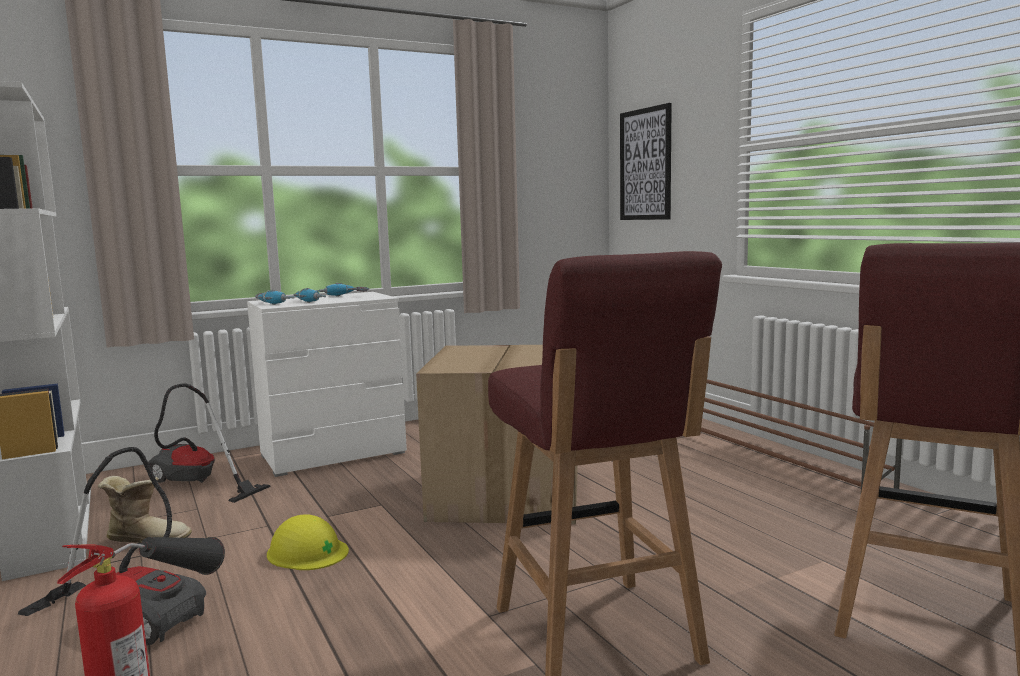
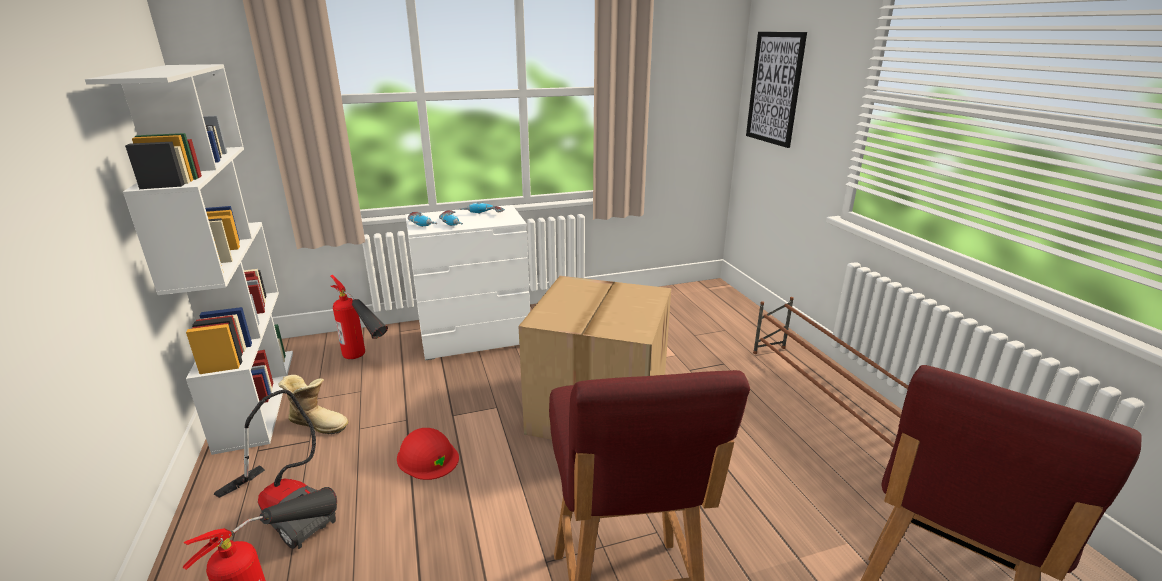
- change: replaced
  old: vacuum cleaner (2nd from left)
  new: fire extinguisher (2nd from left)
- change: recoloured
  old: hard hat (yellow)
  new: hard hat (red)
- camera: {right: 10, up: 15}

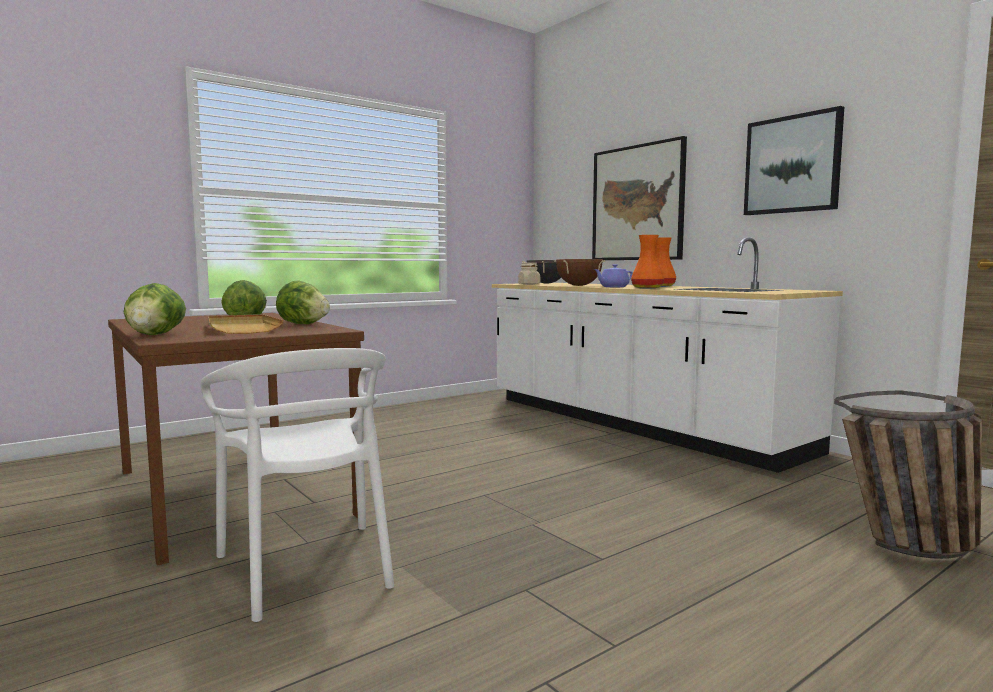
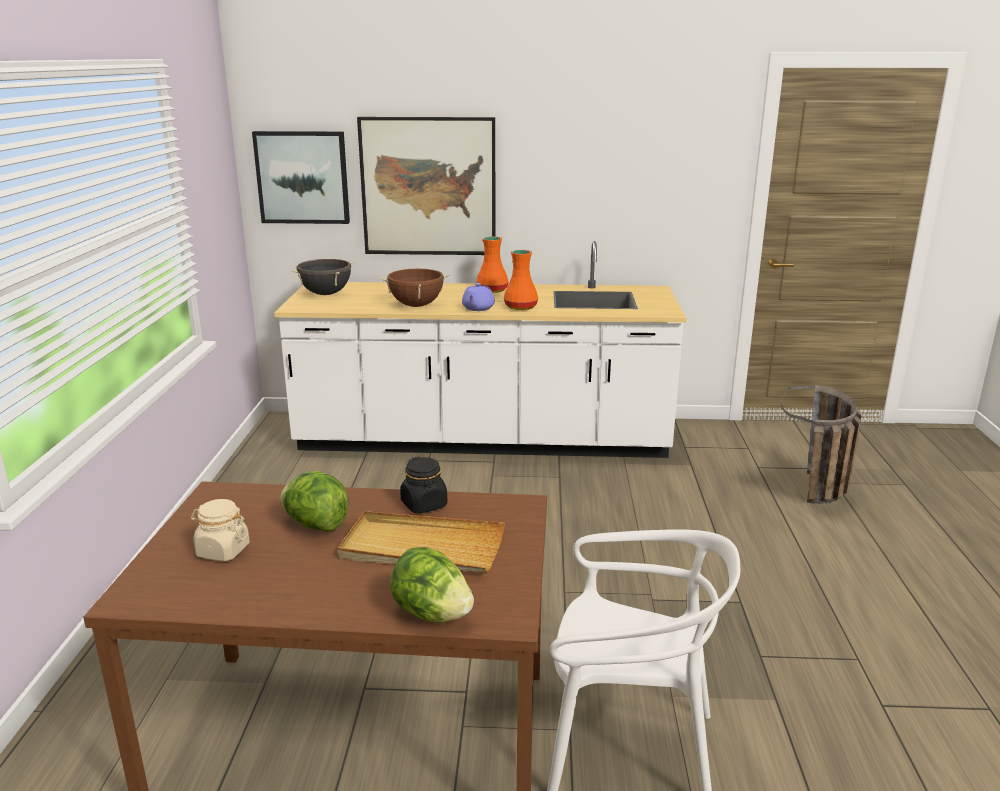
- change: moved
  old: jar (beige)
- change: moved
  old: picture (2nd from left in the first image)
  new: picture (1st from left)
- change: replaced
  old: lettuce (3rd from left)
  new: jar (black)
- camera: {right: -50, up: 15}

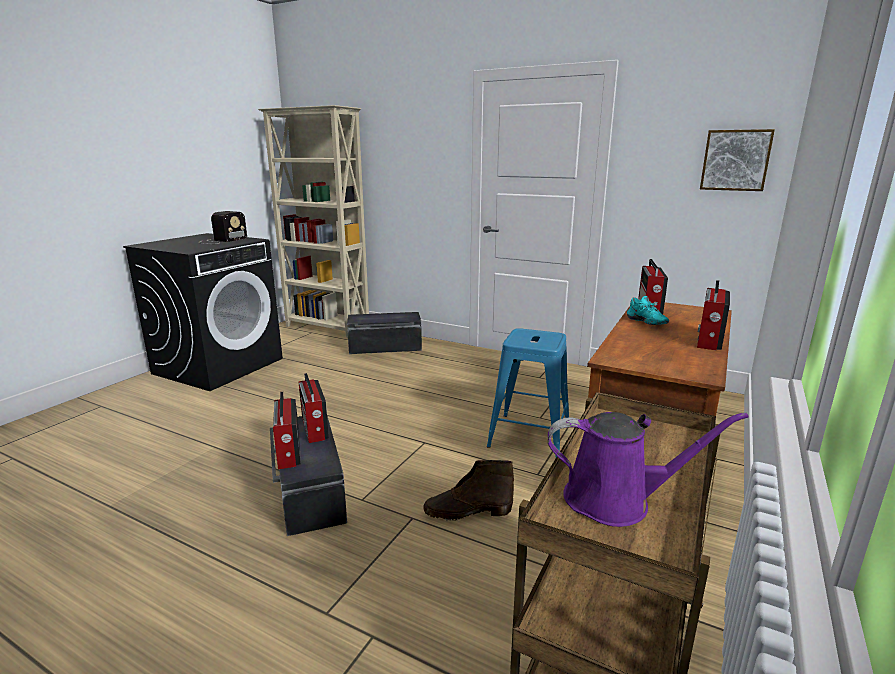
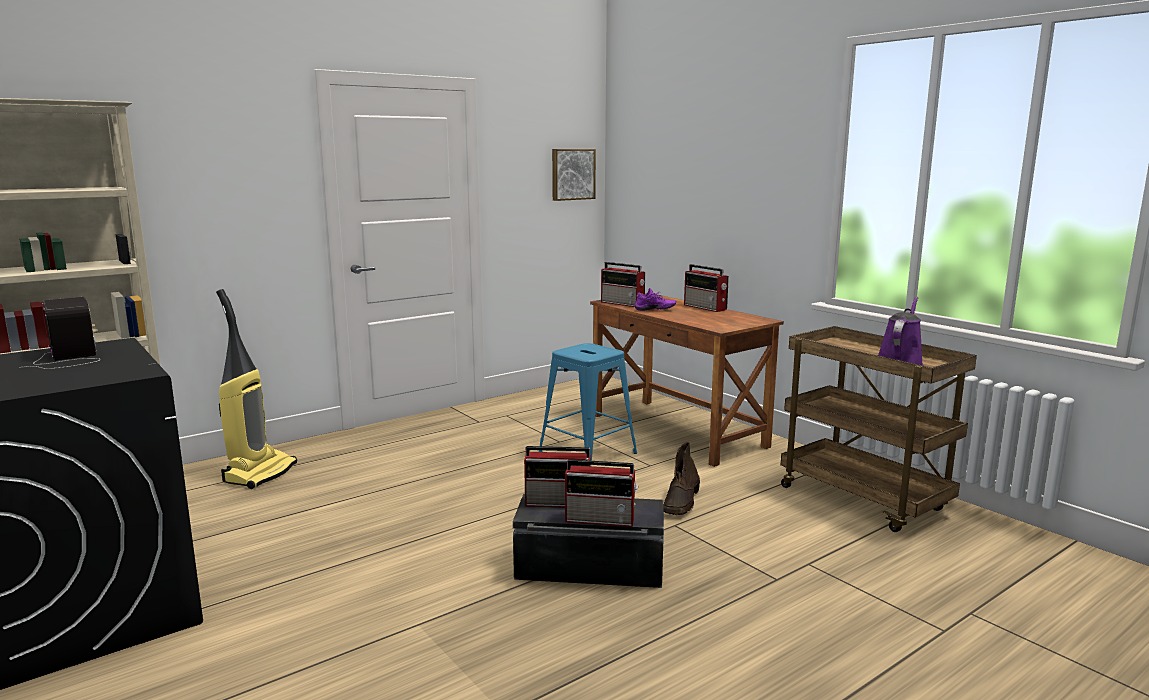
- change: replaced
  old: storage box (black) (2nd from left)
  new: vacuum cleaner
- change: recoloured
  old: shoe (turquoise)
  new: shoe (purple)
- camera: {right: -65, up: -5}

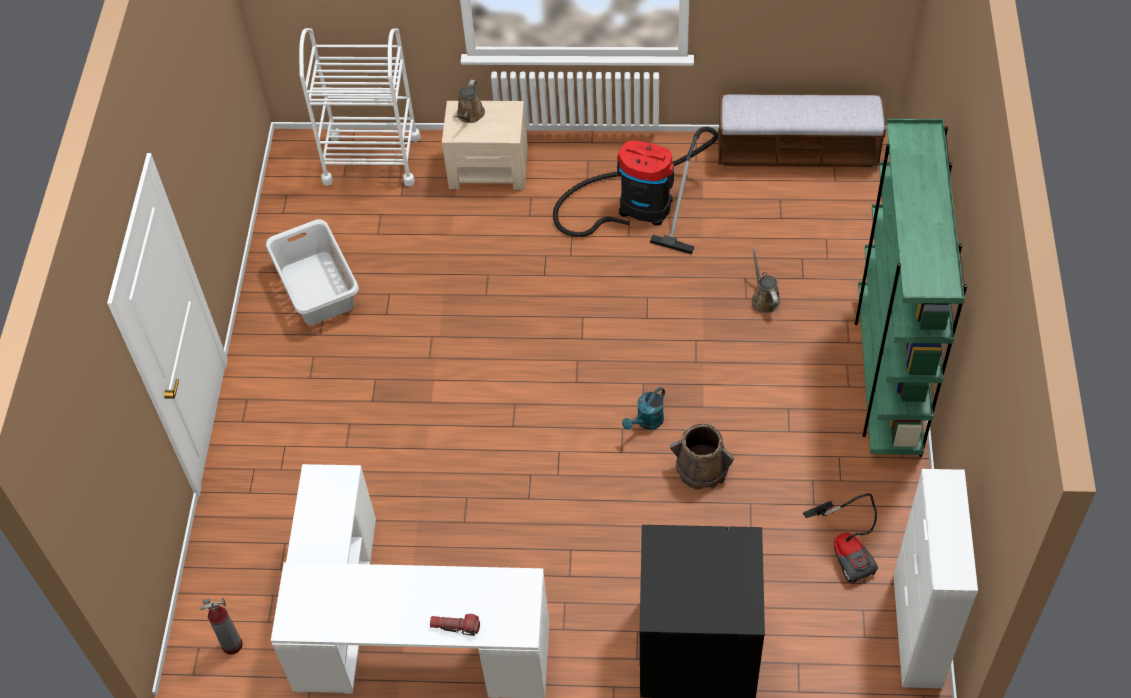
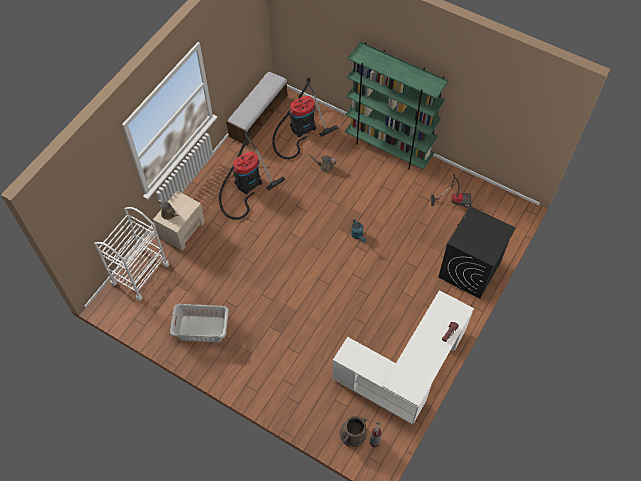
- change: removed
  old: cabinet (white)
- change: added
  new: vacuum cleaner (2nd from left)
- change: moved
  old: bucket (brown)
- camera: {right: -65, up: 5}

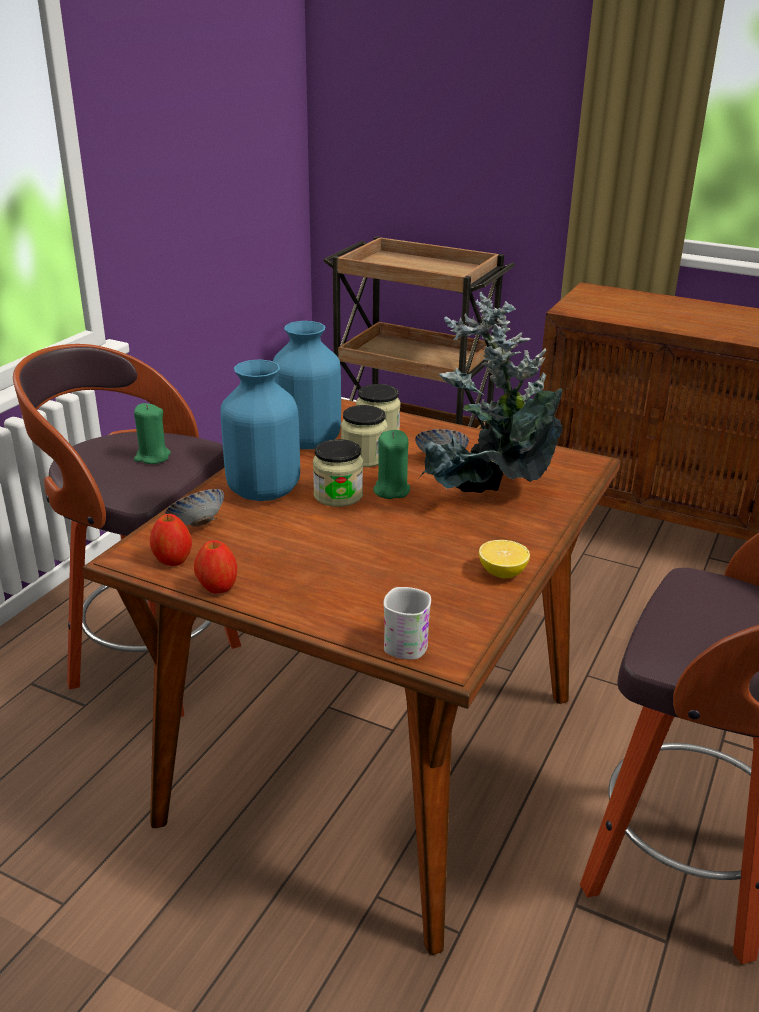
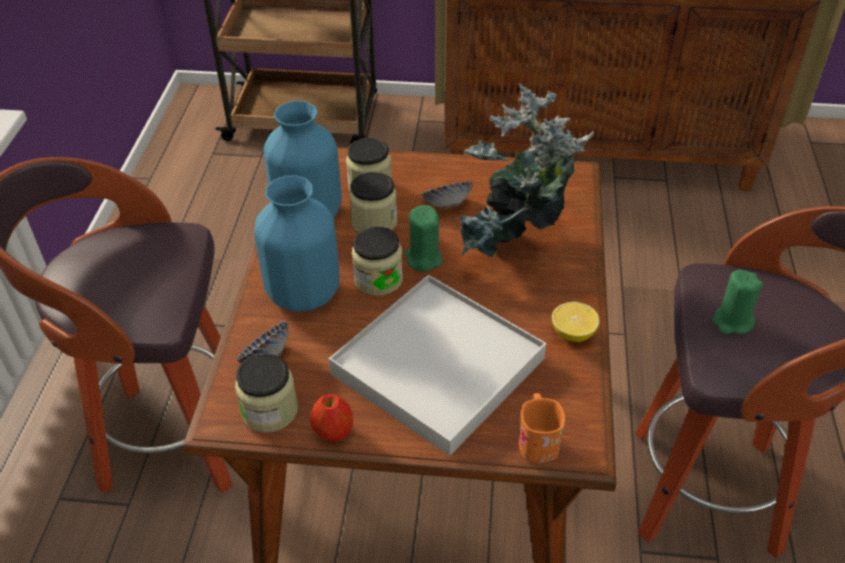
- change: added
  new: tray (white)
- change: moved
  old: candle (green) (1st from left in the first image)
  new: candle (green) (2nd from left)
- change: replaced
  old: apple (1st from left)
  new: jar (1st from left)
- change: recoloured
  old: mug (white)
  new: mug (orange)
- camera: {right: -20, up: 15}

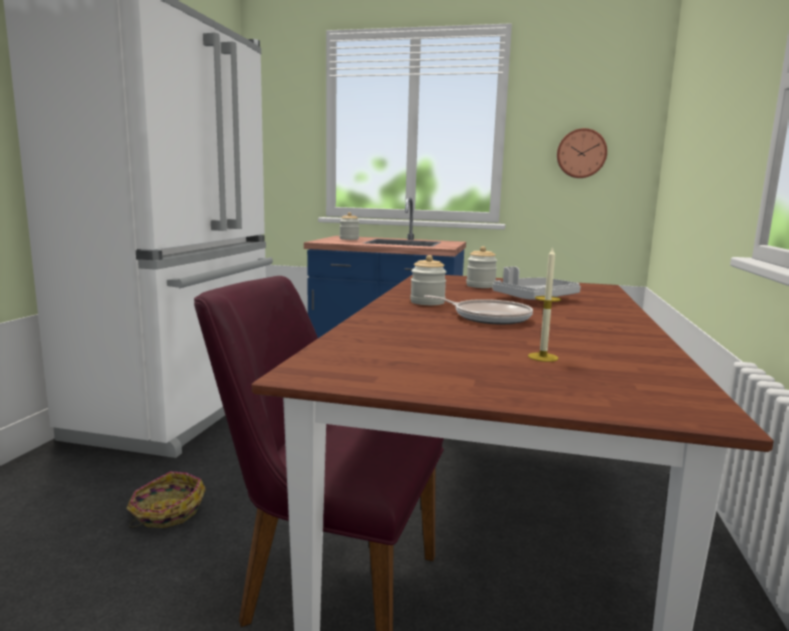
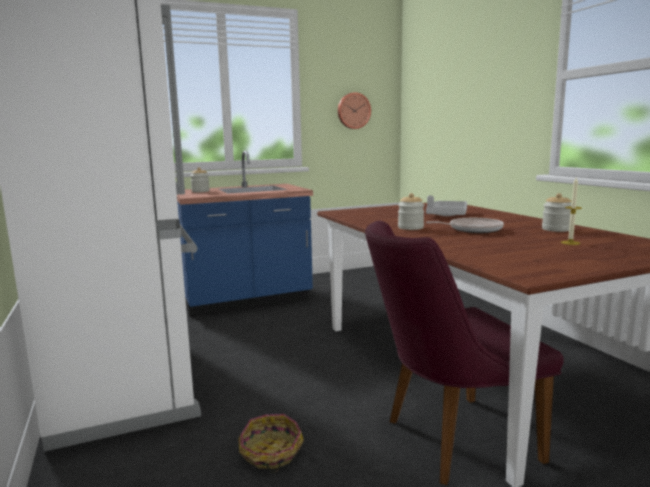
- change: moved
  old: jar (3rd from left)
- camera: {right: -35, up: 0}

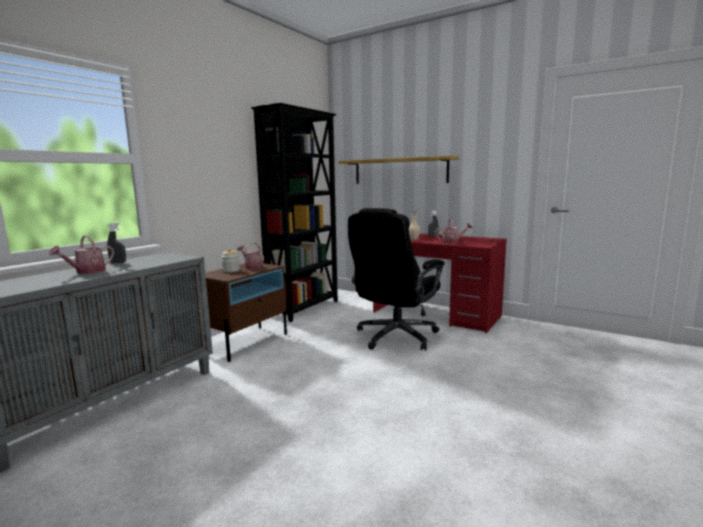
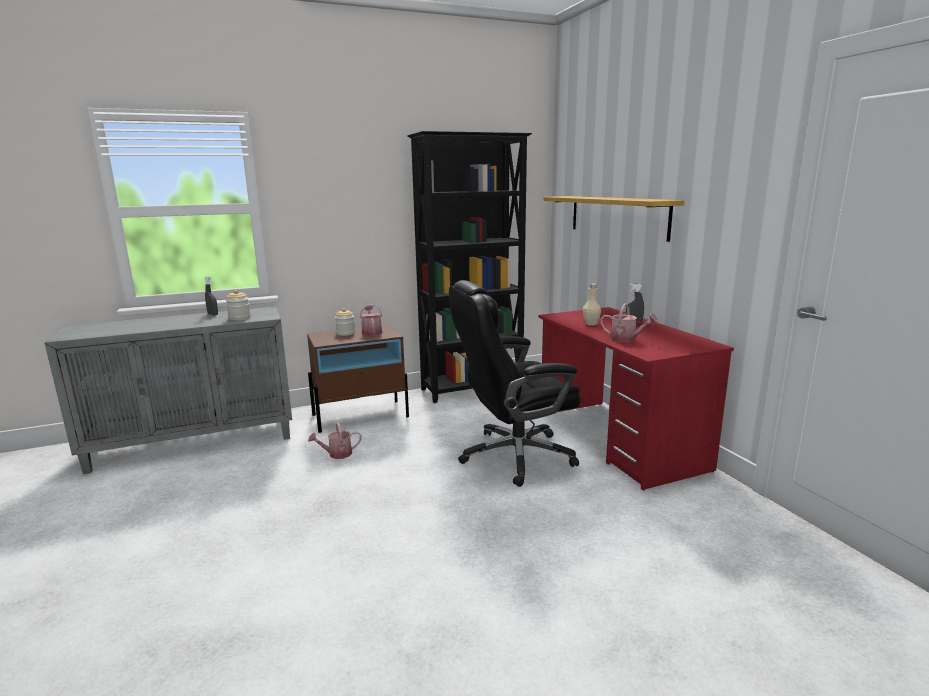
- change: added
  new: jar (1st from left)
- change: moved
  old: watering can (1st from left)
- camera: {right: 35, up: 5}

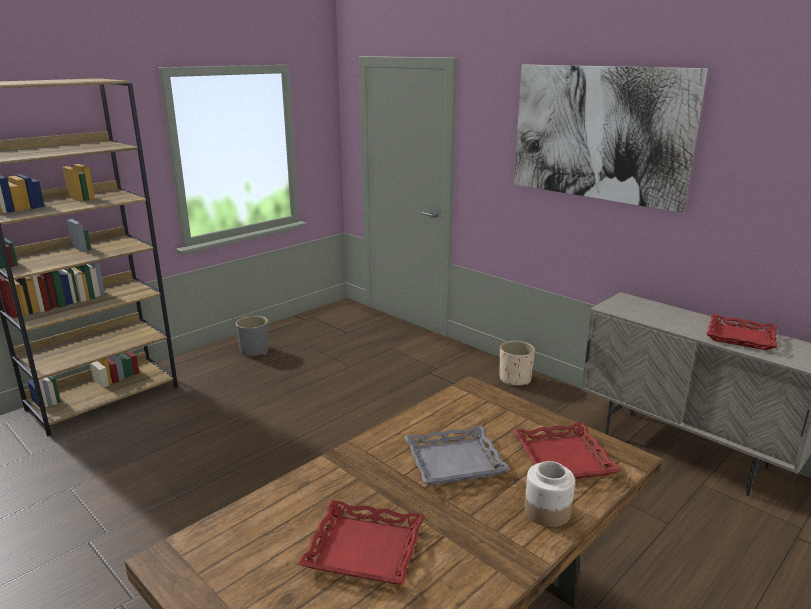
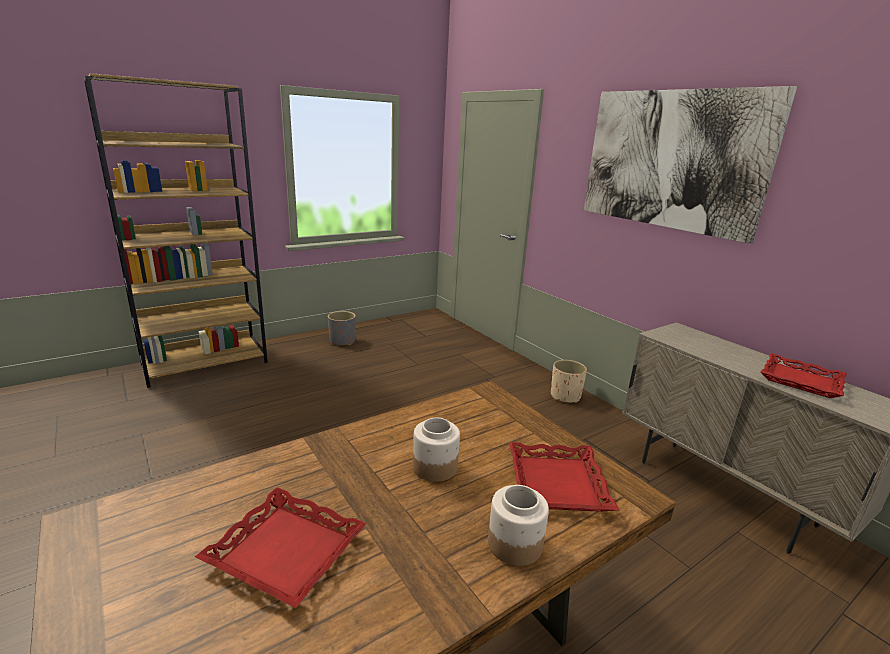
- change: replaced
  old: tray (grey)
  new: jar (1st from left)
- camera: {right: 10, up: 0}

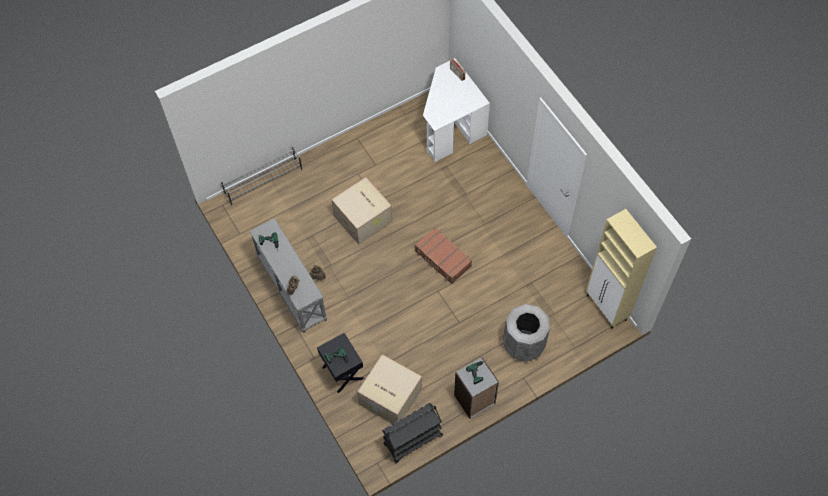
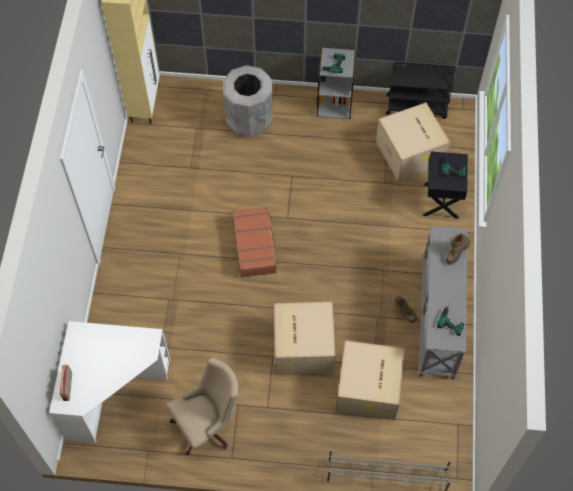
- change: added
  new: office chair (beige)
- change: added
  new: cardboard box (2nd from left)
- camera: {right: -145, up: 0}

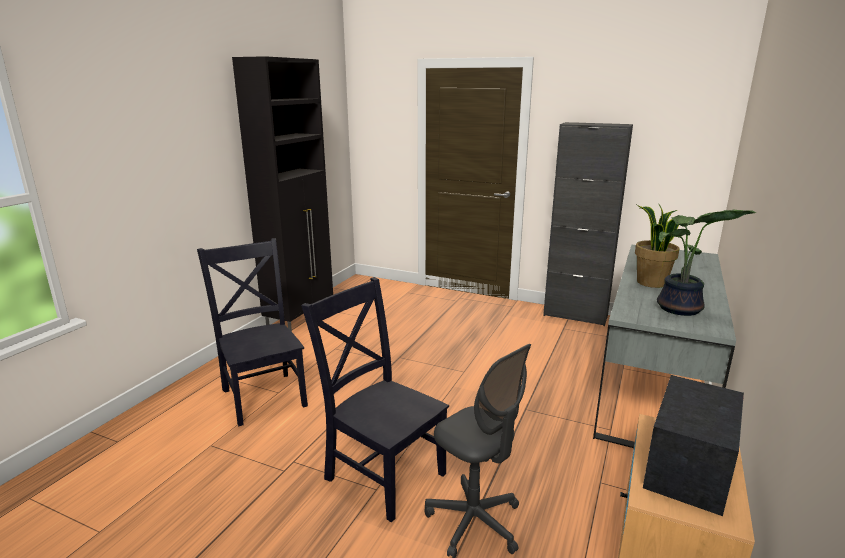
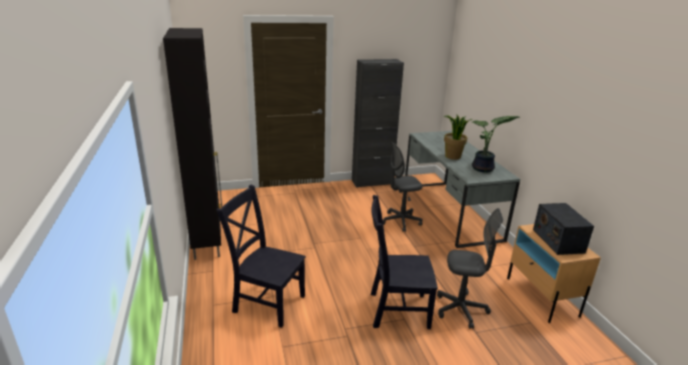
- change: added
  new: office chair (grey) (1st from left)
- camera: {right: -40, up: 5}

